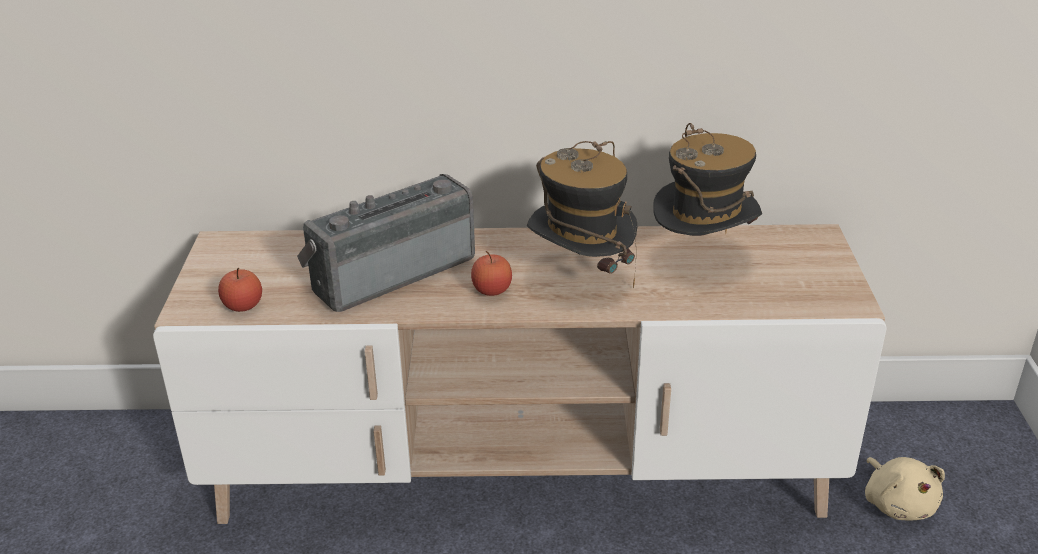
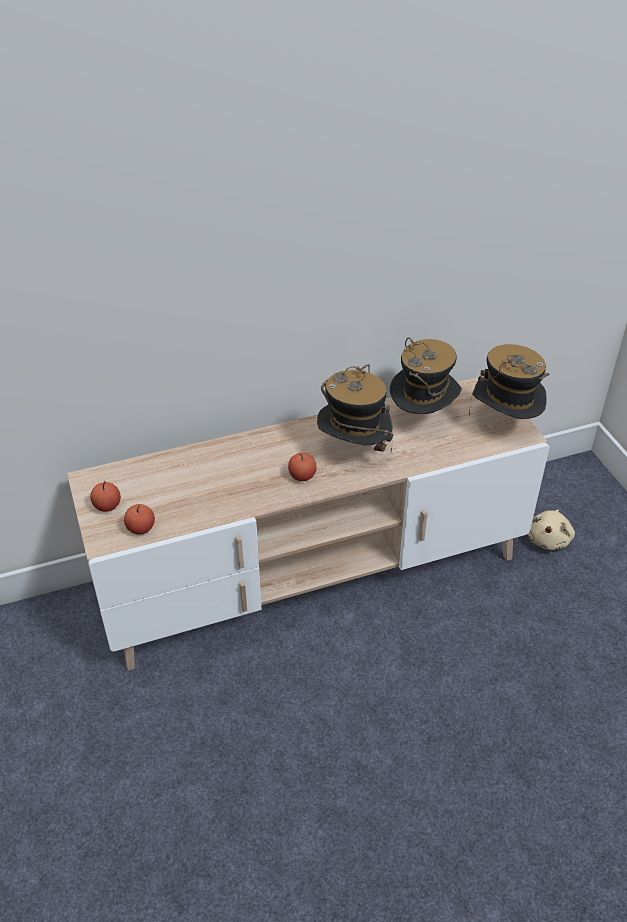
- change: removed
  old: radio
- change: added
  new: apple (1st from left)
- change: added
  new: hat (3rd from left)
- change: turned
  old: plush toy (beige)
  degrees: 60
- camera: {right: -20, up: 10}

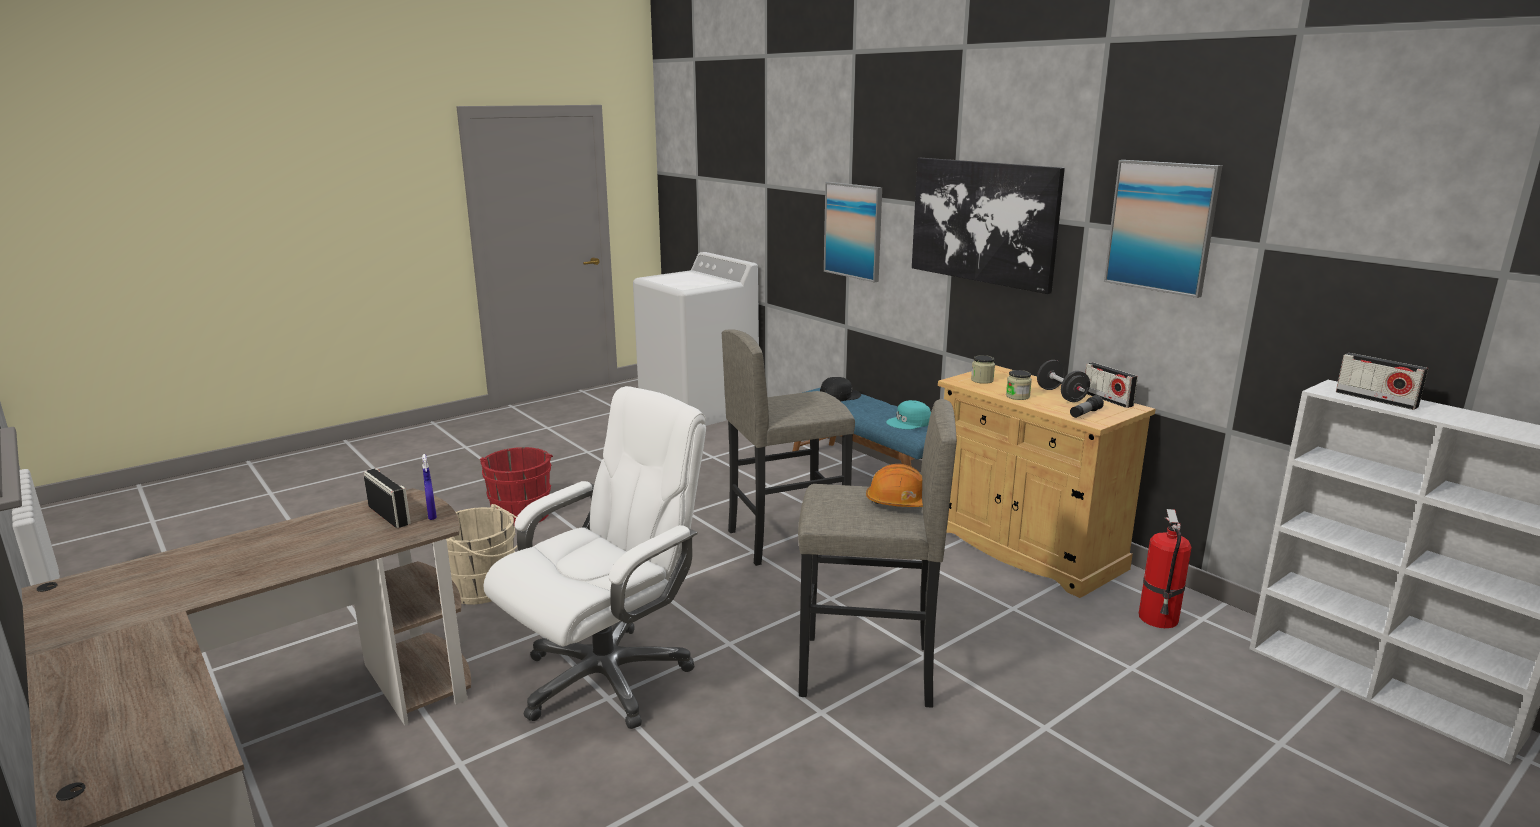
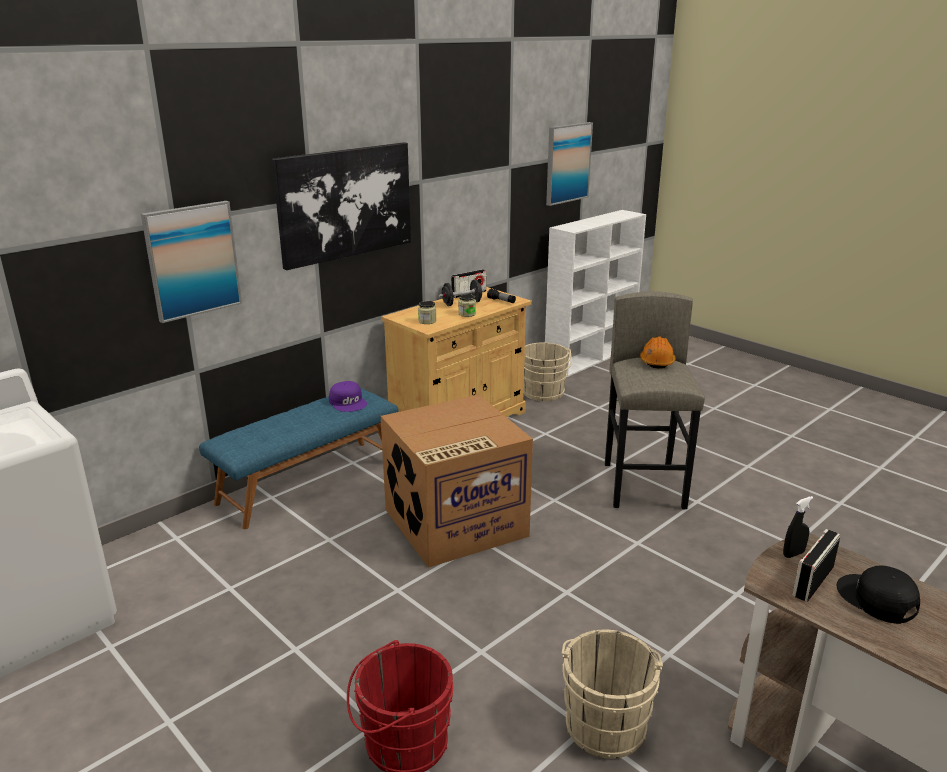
- change: removed
  old: office chair (white)
- change: removed
  old: radio (3rd from left)
- change: moved
  old: cap (black)
- change: moved
  old: picture (3rd from left)
- change: replaced
  old: stool (grey) (1st from left)
  new: cardboard box
- change: replaced
  old: fire extinguisher
  new: bucket (beige) (1st from left)
- change: recoloured
  old: spray bottle (blue)
  new: spray bottle (black)
- change: recoloured
  old: cap (turquoise)
  new: cap (purple)
- camera: {right: -95, up: 5}

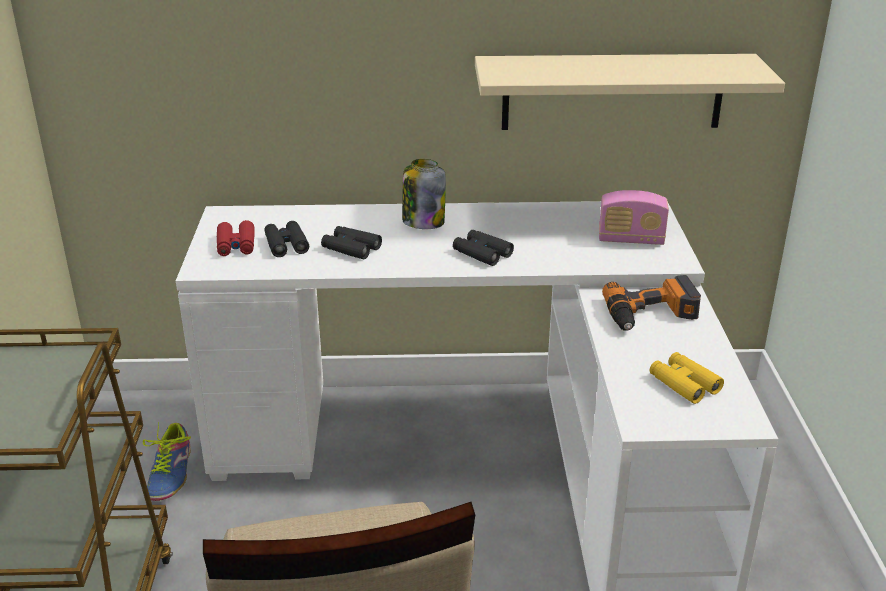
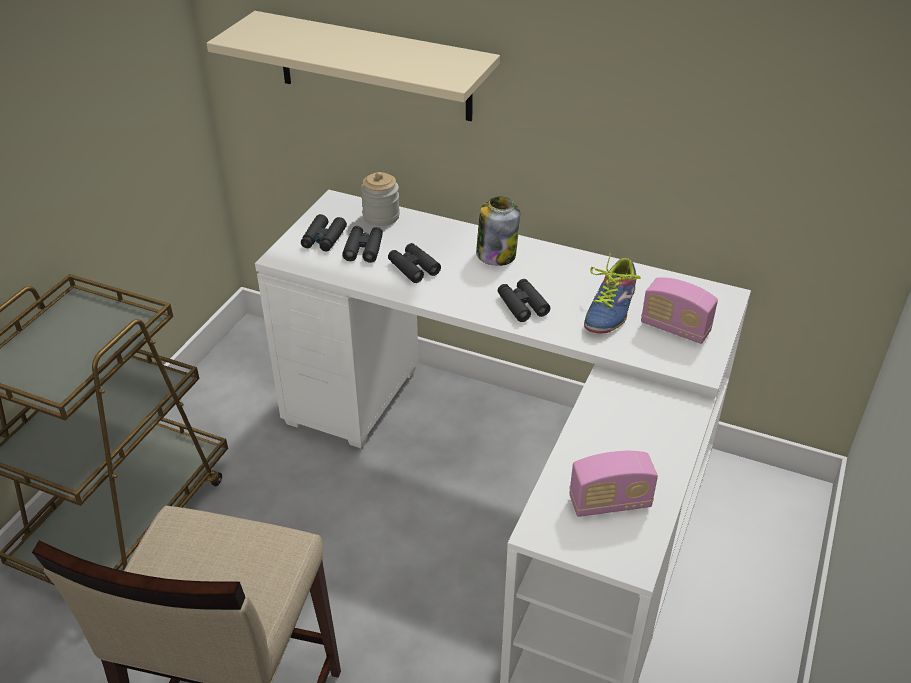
- change: removed
  old: power drill
- change: added
  new: jar (1st from left)
- change: moved
  old: shoe
- change: moved
  old: shelf (beige)
- change: replaced
  old: binoculars (yellow)
  new: radio (1st from left)
- change: recoloured
  old: binoculars (red)
  new: binoculars (black) (1st from left)
- camera: {right: 25, up: 10}

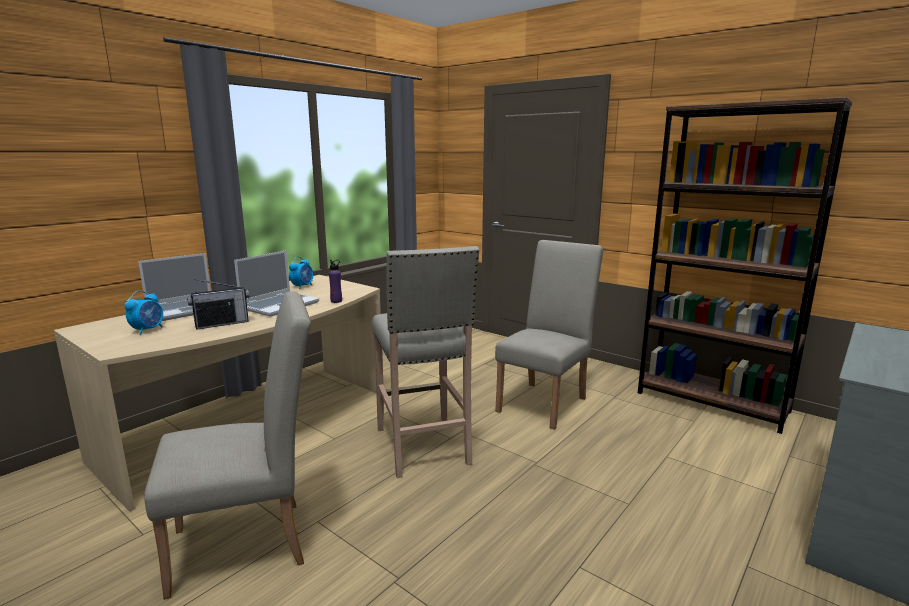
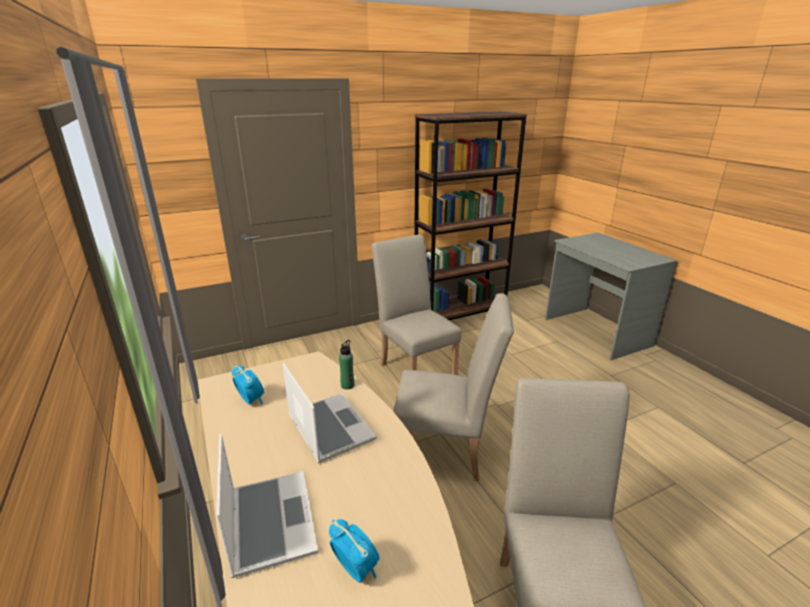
- change: removed
  old: radio
- change: replaced
  old: stool (beige)
  new: chair (beige) (2nd from left)
- change: recoloured
  old: bottle (purple)
  new: bottle (green)
- camera: {right: -65, up: 10}

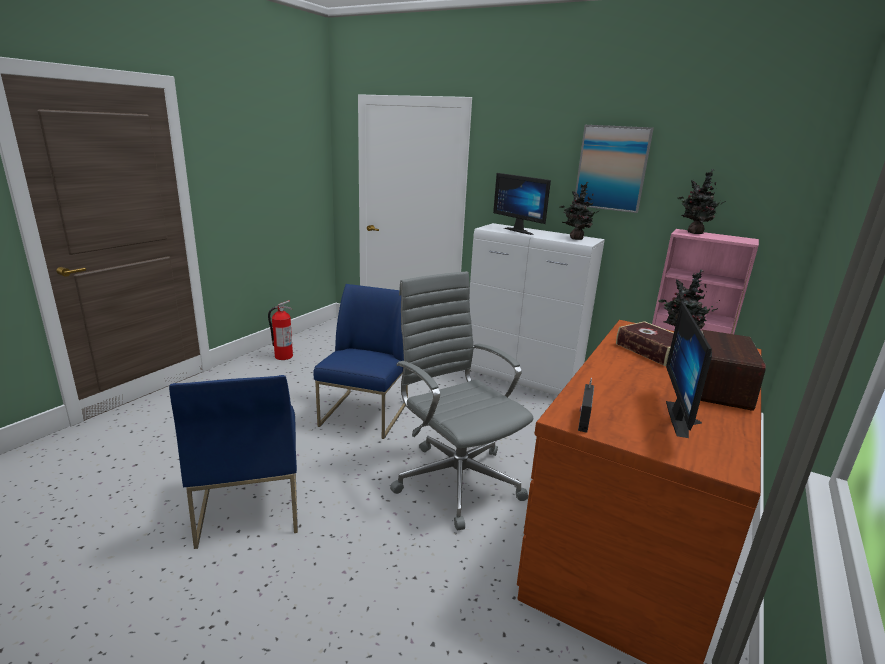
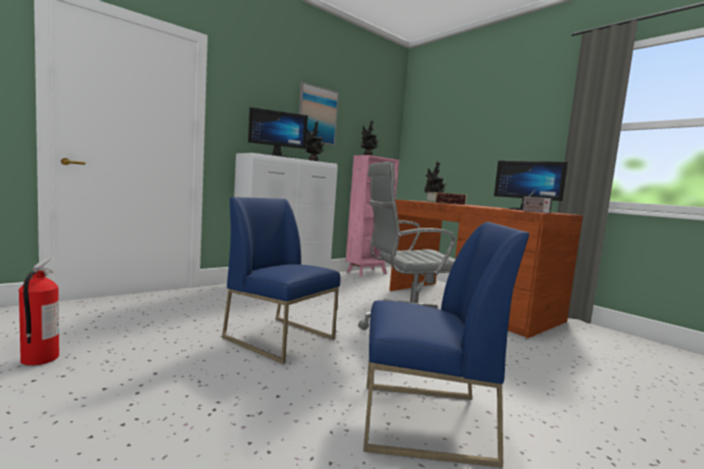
- change: removed
  old: radio (2nd from left)
- camera: {right: -70, up: -15}

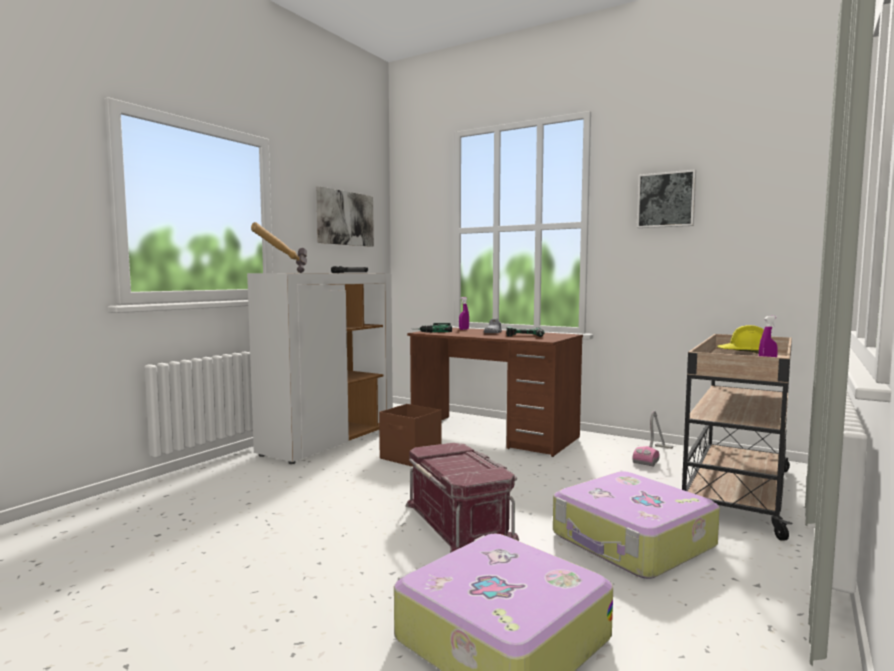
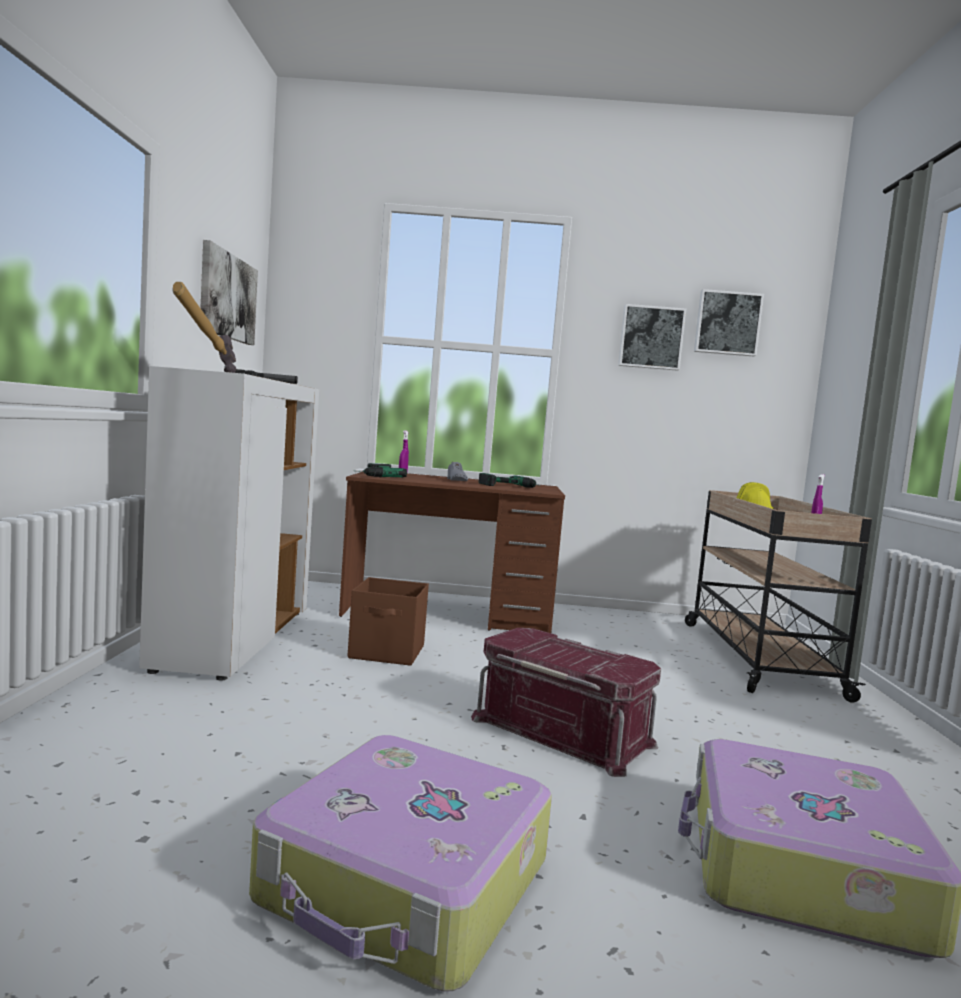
- change: removed
  old: vacuum cleaner
- change: added
  new: picture (3rd from left)
- change: moved
  old: suitcase (2nd from left in the first image)
  new: suitcase (1st from left)
- camera: {right: -30, up: 0}

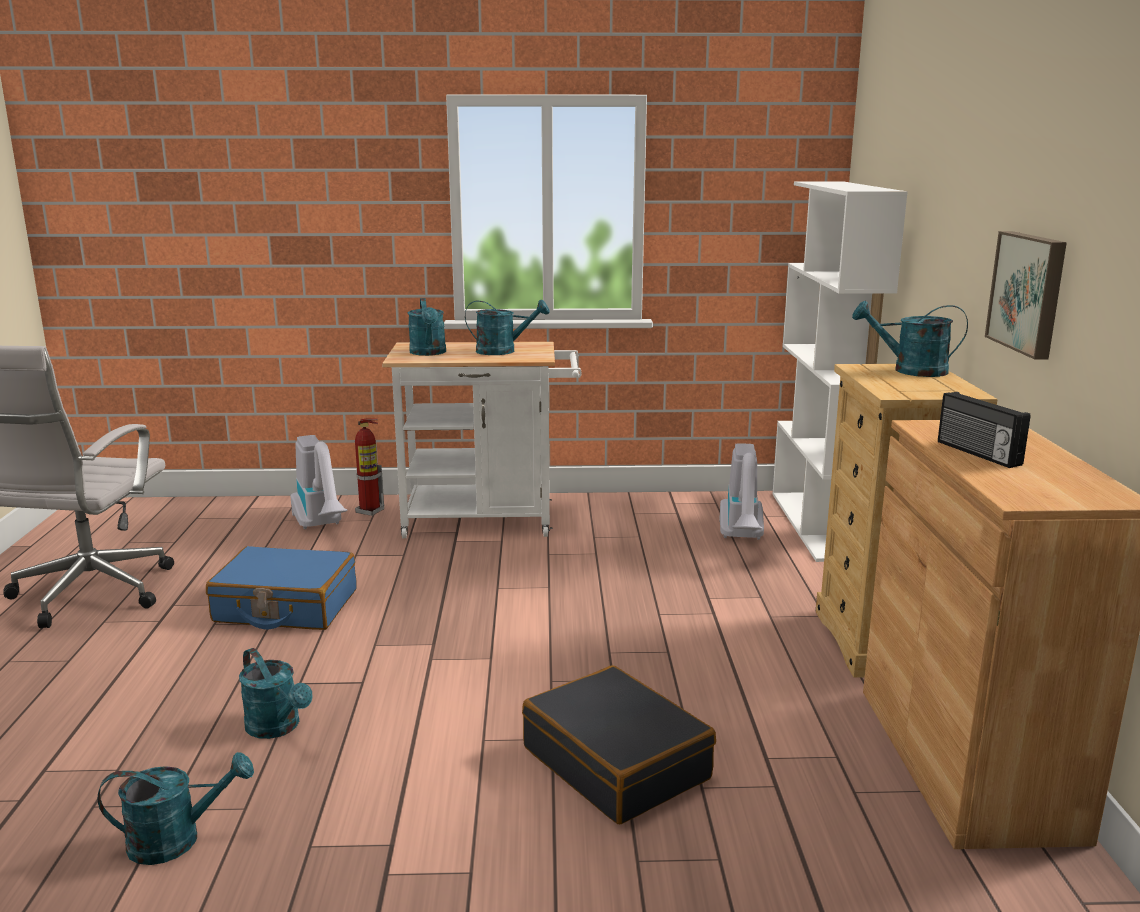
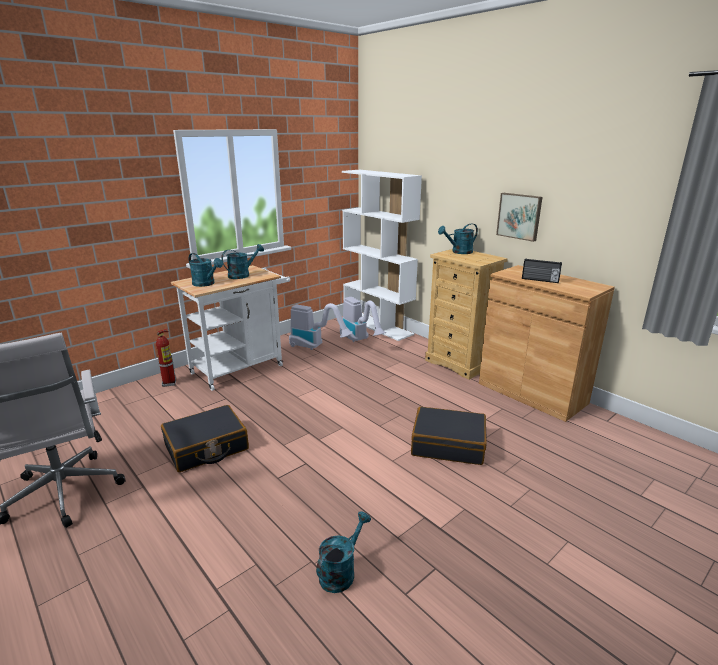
- change: removed
  old: watering can (turquoise) (2nd from left)
- change: moved
  old: vacuum cleaner (1st from left)
- change: recoloured
  old: suitcase (blue)
  new: suitcase (black) (1st from left)
- camera: {right: -40, up: 5}

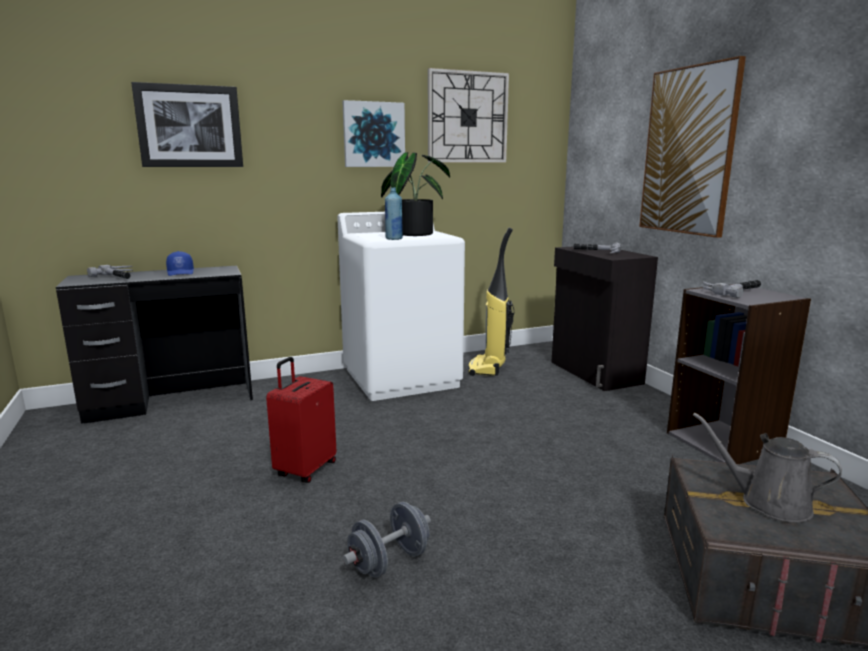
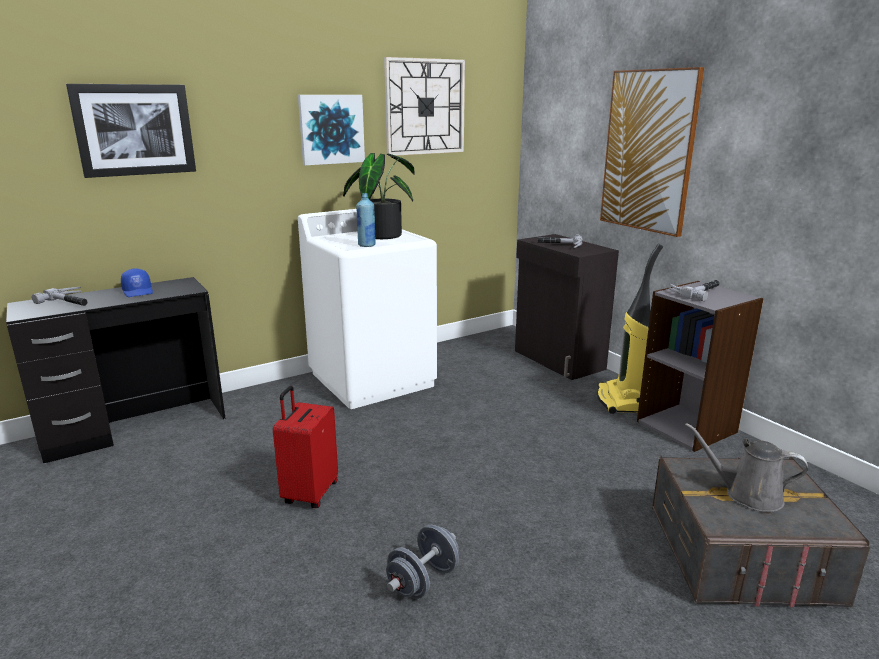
- change: moved
  old: vacuum cleaner
- camera: {right: -10, up: 5}

